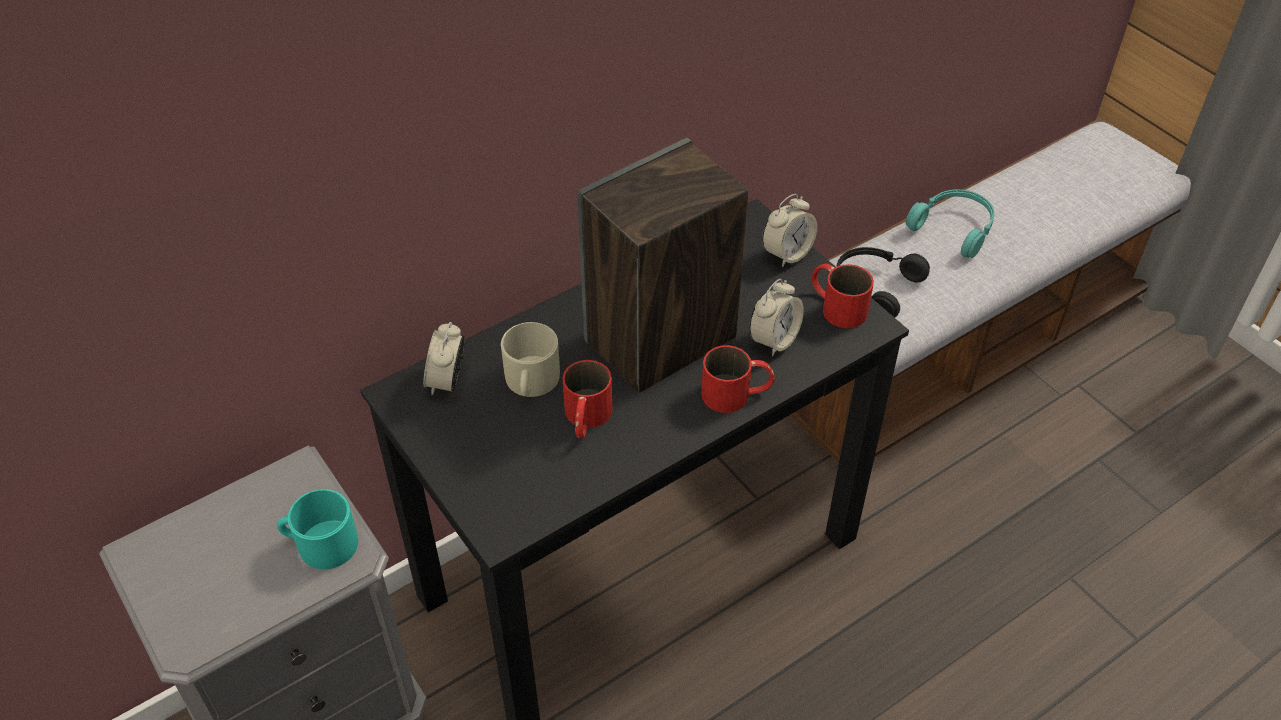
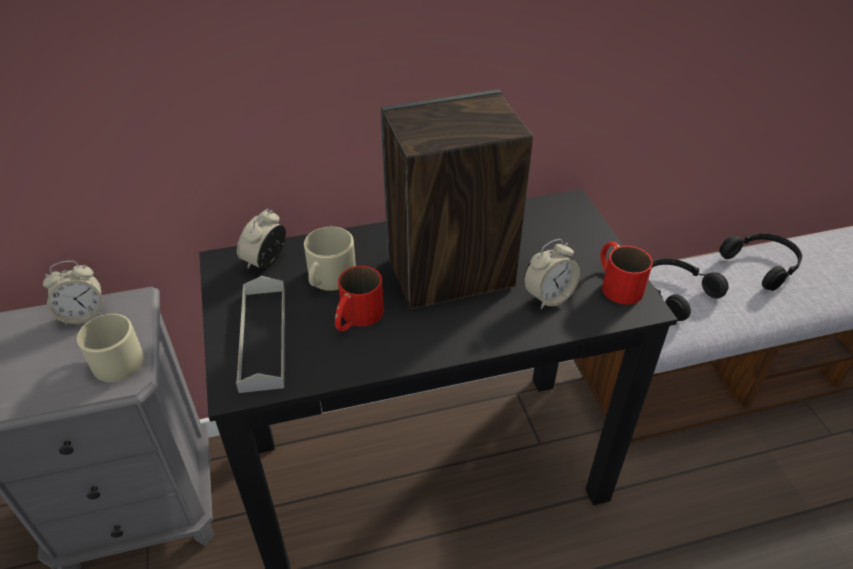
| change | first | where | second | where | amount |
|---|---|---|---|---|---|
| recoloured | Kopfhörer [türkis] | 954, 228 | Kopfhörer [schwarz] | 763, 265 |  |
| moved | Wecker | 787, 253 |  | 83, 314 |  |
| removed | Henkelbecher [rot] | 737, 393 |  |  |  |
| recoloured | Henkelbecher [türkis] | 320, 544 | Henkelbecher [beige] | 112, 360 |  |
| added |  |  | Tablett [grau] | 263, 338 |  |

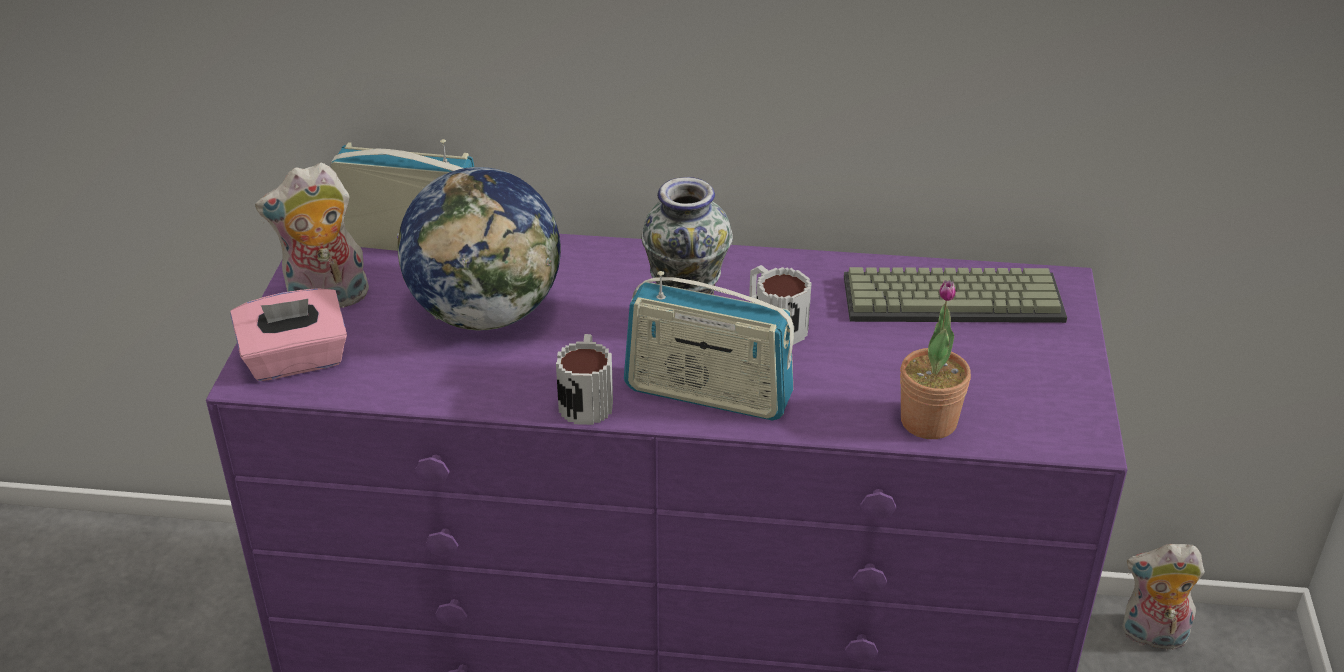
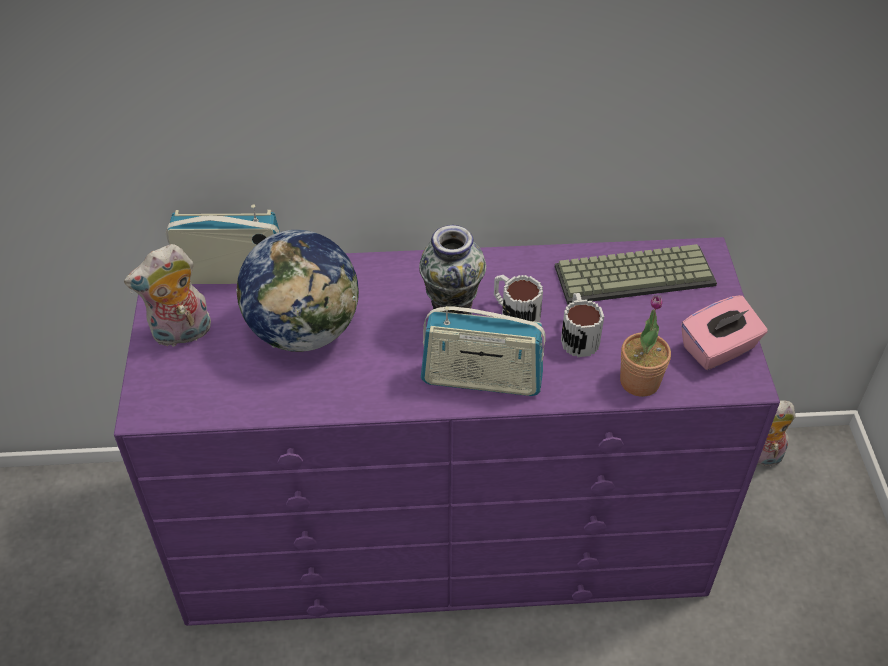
| change | first | where | second | where | amount |
|---|---|---|---|---|---|
| moved | Taschentuchbox [rosa] | 296, 360 |  | 718, 349 |  |
| moved | Henkelbecher | 587, 398 |  | 578, 336 |  |

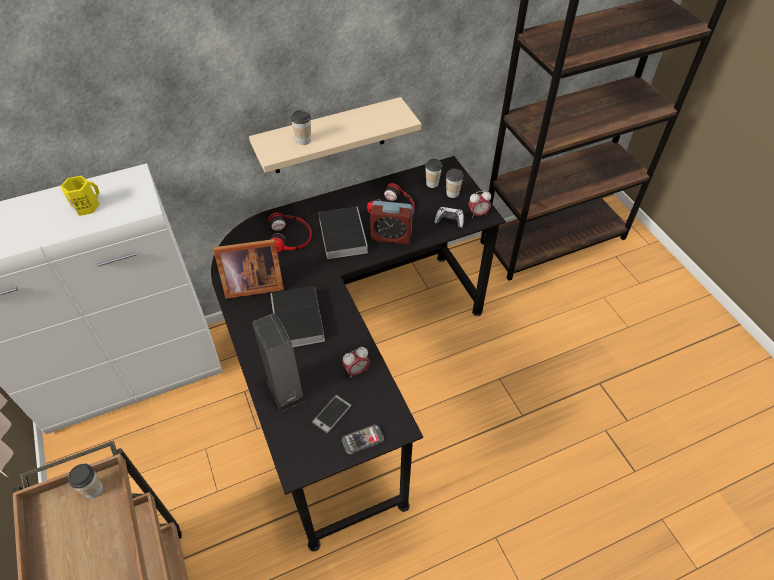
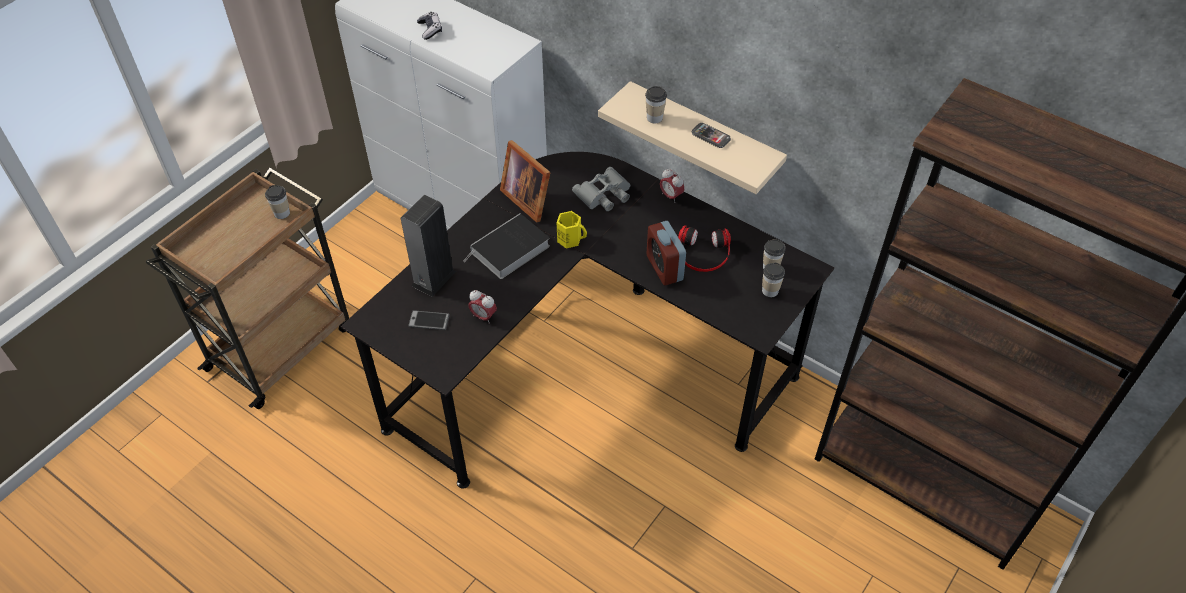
| change | first | where | second | where | amount |
|---|---|---|---|---|---|
| moved | Henkelbecher [gelb] | 86, 205 |  | 570, 239 |  |
| moved | Wecker | 478, 214 |  | 671, 196 |  |
| removed | Buch | 342, 234 |  |  |  |
| moved | Gamepad | 449, 221 |  | 430, 30 |  |
| replaced | Kopfhörer | 290, 236 | Fernglas [grau] | 604, 194 |  |
| moved | Handy | 362, 440 |  | 710, 136 |  |

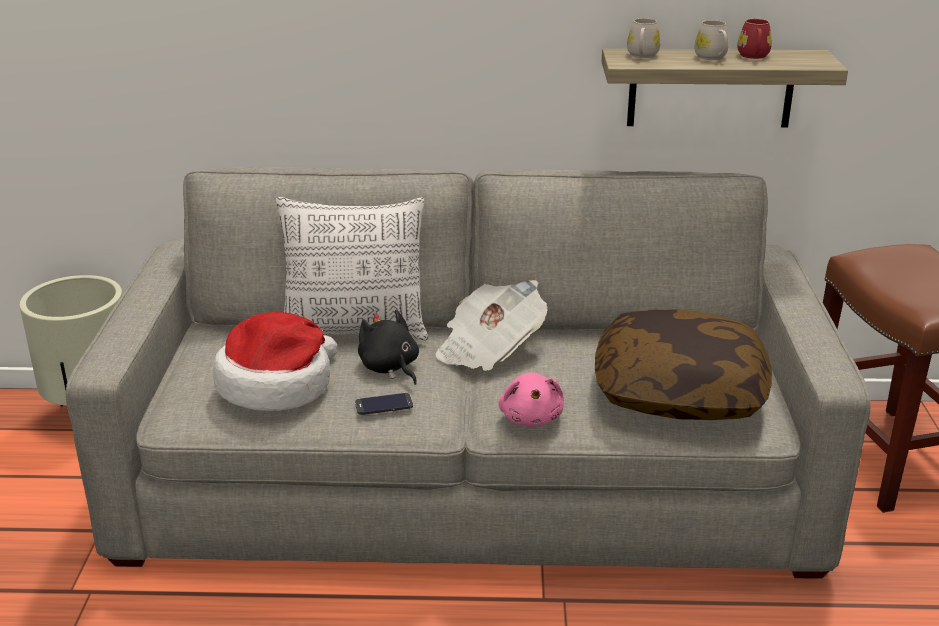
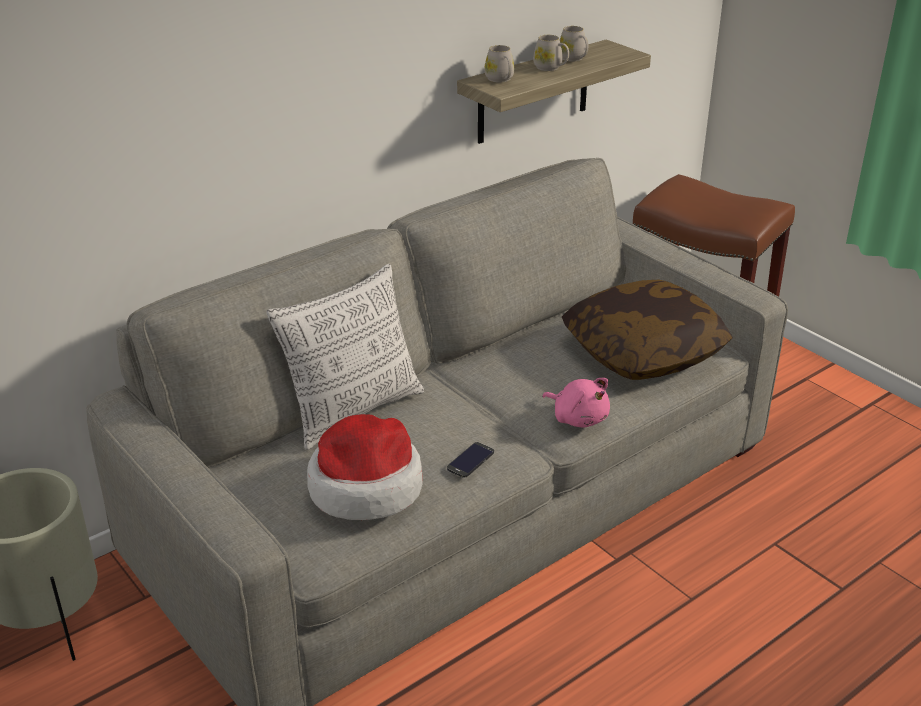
| change | first | where | second | where | amount |
|---|---|---|---|---|---|
| recoloured | Henkelbecher [rot] | 753, 56 | Henkelbecher [weiß] | 574, 59 |  |
| removed | Zeitung | 489, 348 |  |  |  |
| removed | Plüschtier [schwarz] | 390, 368 |  |  |  |

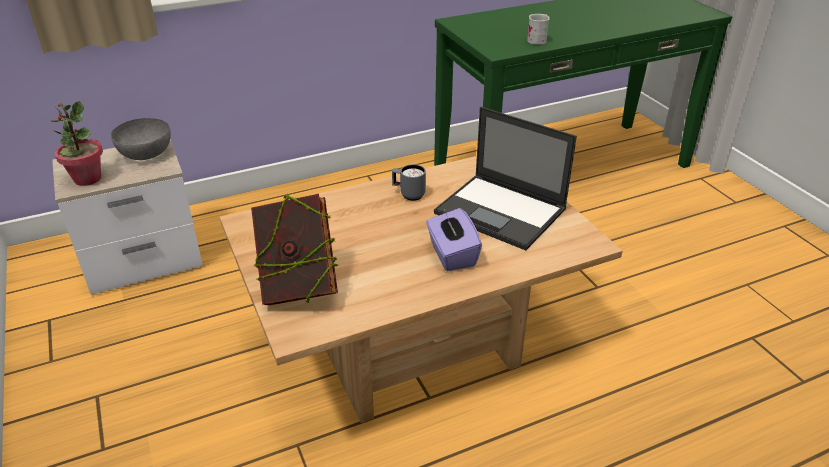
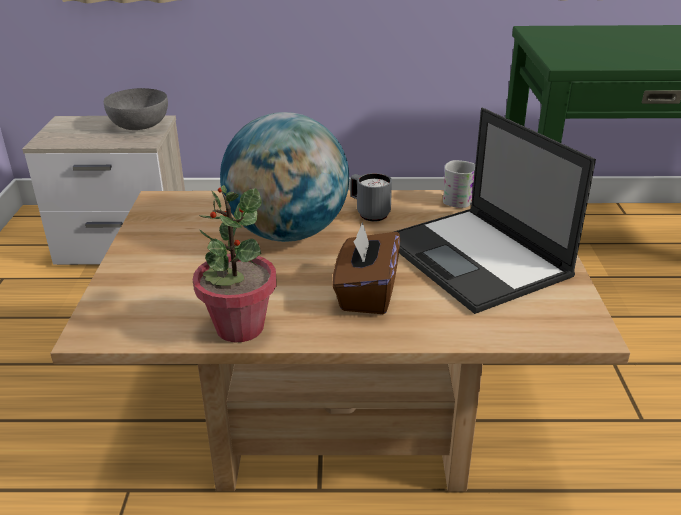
| change | first | where | second | where | amount |
|---|---|---|---|---|---|
| moved | Henkelbecher [weiß] | 536, 39 |  | 459, 199 |  |
| moved | Topfpflanze | 87, 179 |  | 239, 327 |  |
| removed | Buch | 299, 287 |  |  |  |
| recoloured | Taschentuchbox [lila] | 451, 254 | Taschentuchbox [braun] | 366, 293 |  |
| added |  |  | Globus | 287, 233 |  |

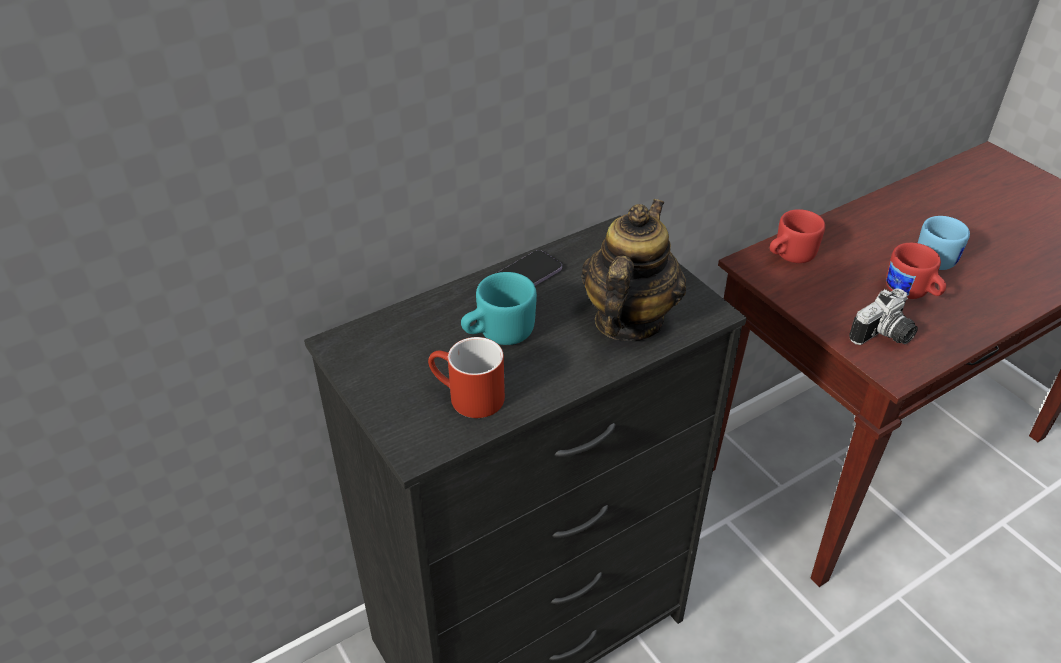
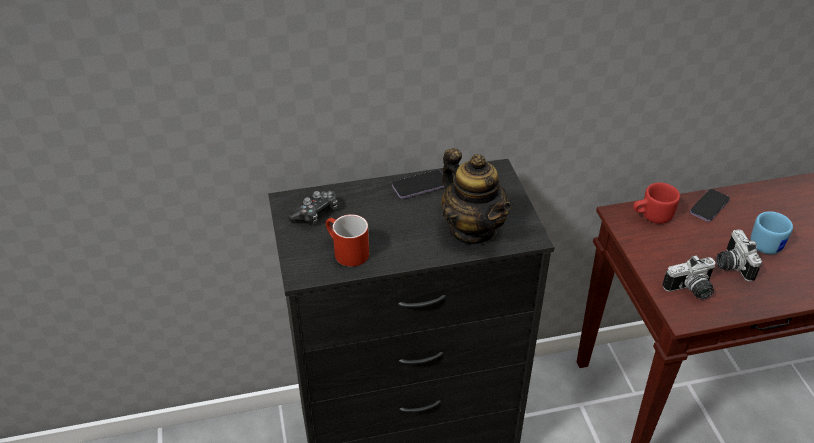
| change | first | where | second | where | amount |
|---|---|---|---|---|---|
| turned | Teekanne | 628, 320 |  | 472, 229 | 105 degrees clockwise |
| replaced | Henkelbecher [rot] | 911, 293 | Kamera | 731, 265 |  |
| removed | Henkelbecher [türkis] | 498, 334 |  |  |  |
| added |  |  | Handy | 709, 206 |  |
| added |  |  | Gamepad | 316, 213 |  |

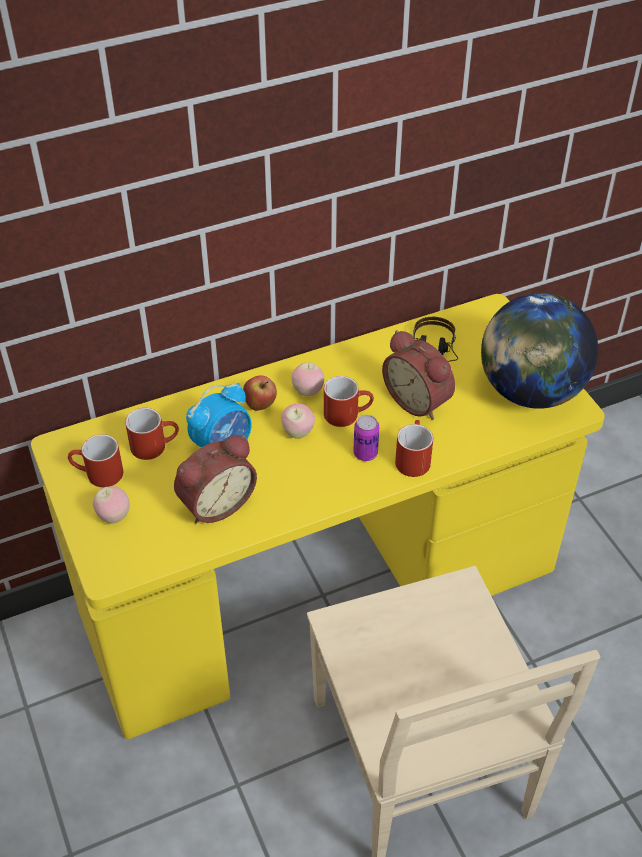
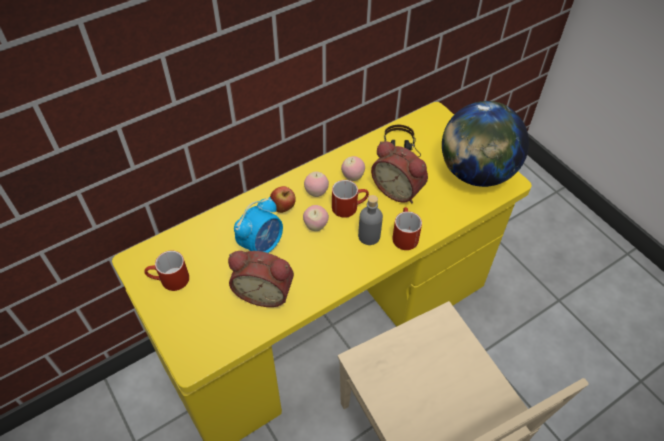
| change | first | where | second | where | amount |
|---|---|---|---|---|---|
| removed | Henkelbecher [rot] | 155, 445 |  |  |  |
| replaced | Dose | 365, 453 | Flasche [grau] | 369, 236 |  |
| turned | Wecker | 215, 502 |  | 265, 291 | 60 degrees clockwise |
| moved | Apfel | 114, 516 |  | 352, 177 |  |

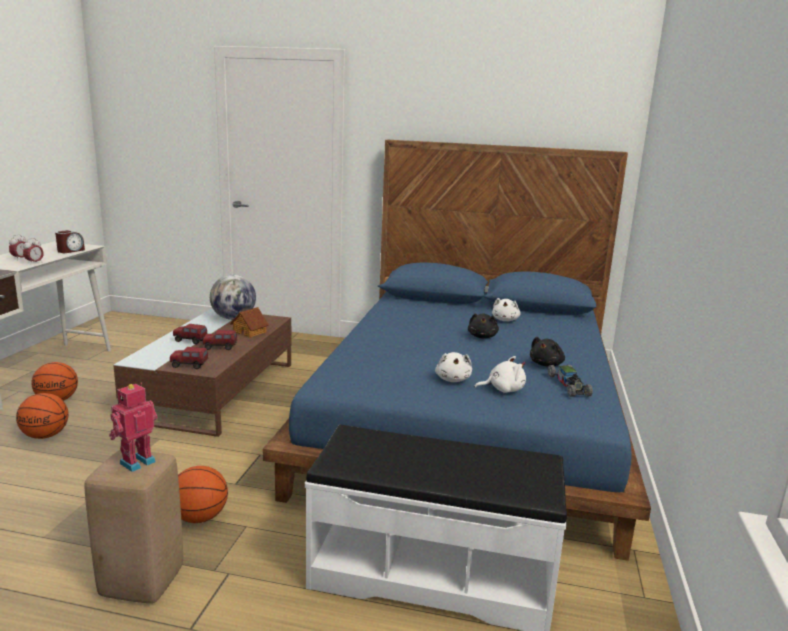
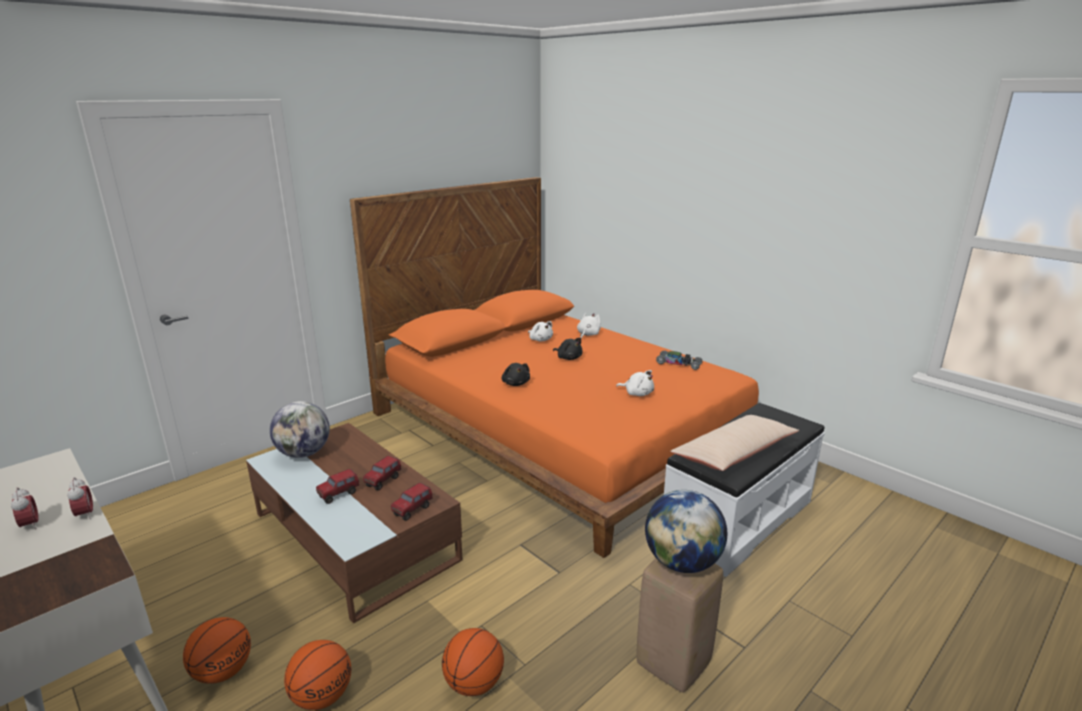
| change | first | where | second | where | amount |
|---|---|---|---|---|---|
| recoloured | Bett [blau] | 469, 420 | Bett [orange] | 561, 429 |  |
| removed | Wecker | 70, 251 |  |  |  |
| removed | Spielzeughaus | 250, 332 |  |  |  |
| moved | Plüschtier [schwarz] | 546, 364 |  | 515, 383 |  |
| moved | Plüschtier [weiß] | 503, 389 |  | 588, 334 |  |
| replaced | Spielzeugroboter | 136, 461 | Globus | 682, 562 |  |
| moved | Basketball | 199, 518 |  | 474, 684 |  |
| added |  |  | Kissen [beige] | 734, 453 |  |

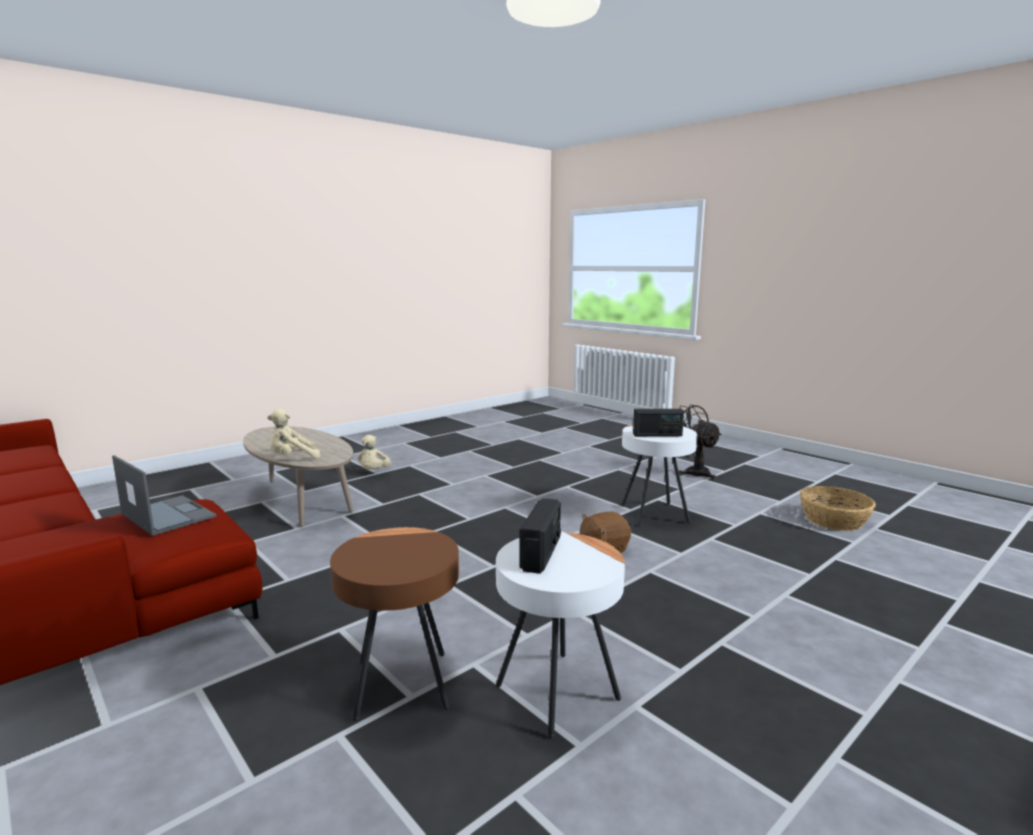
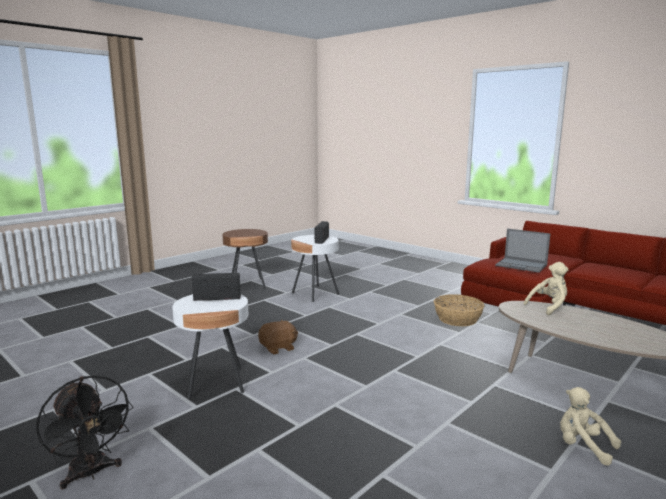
| change | first | where | second | where | amount |
|---|---|---|---|---|---|
| turned | Plüschtier [beige] | 374, 472 |  | 582, 446 | 45 degrees counterclockwise |
| moved | Korb | 834, 520 |  | 457, 319 |  |
| moved | Beistelltisch [braun] | 402, 685 |  | 247, 284 |  |

